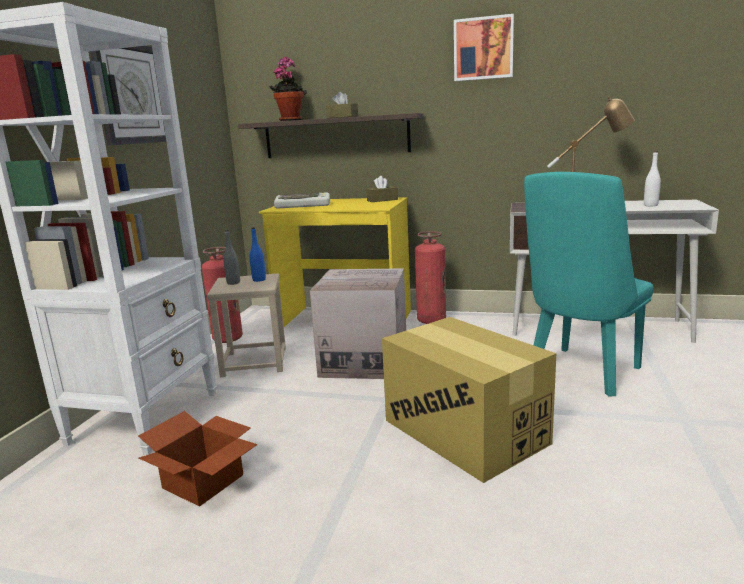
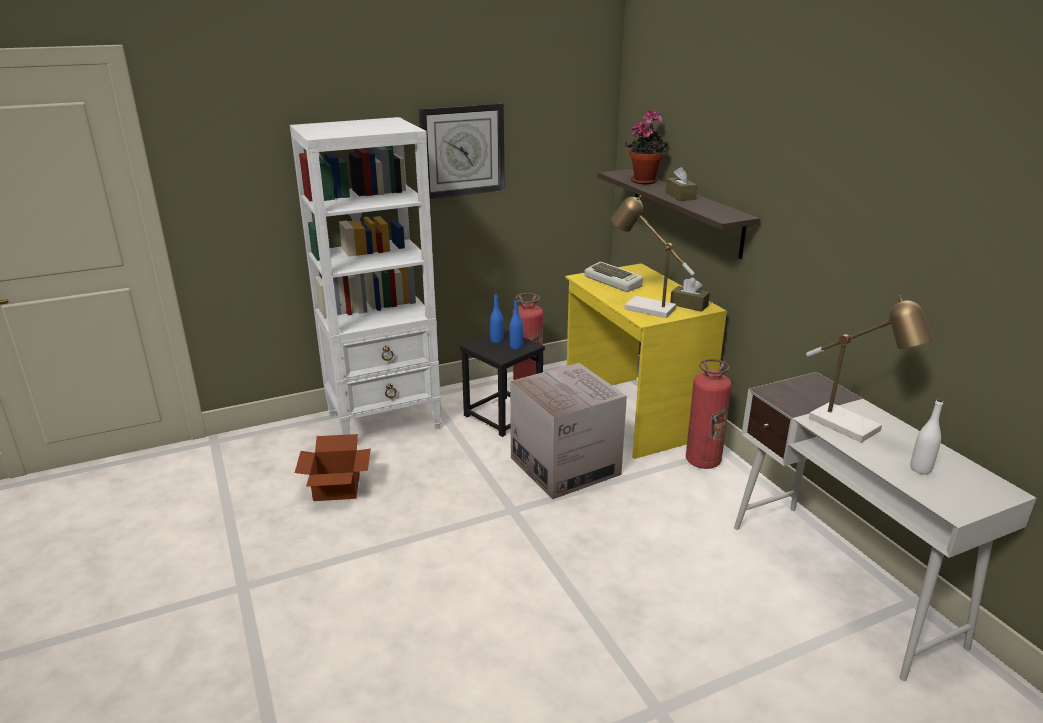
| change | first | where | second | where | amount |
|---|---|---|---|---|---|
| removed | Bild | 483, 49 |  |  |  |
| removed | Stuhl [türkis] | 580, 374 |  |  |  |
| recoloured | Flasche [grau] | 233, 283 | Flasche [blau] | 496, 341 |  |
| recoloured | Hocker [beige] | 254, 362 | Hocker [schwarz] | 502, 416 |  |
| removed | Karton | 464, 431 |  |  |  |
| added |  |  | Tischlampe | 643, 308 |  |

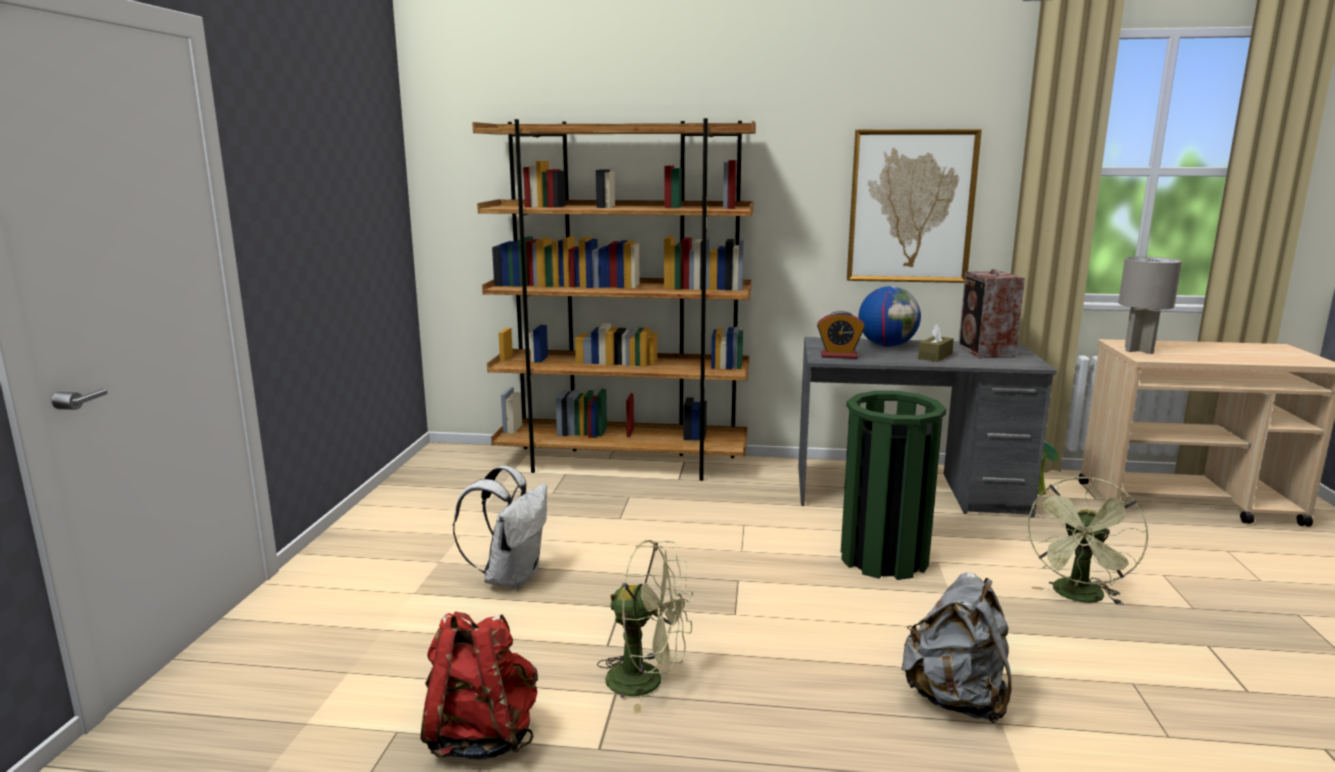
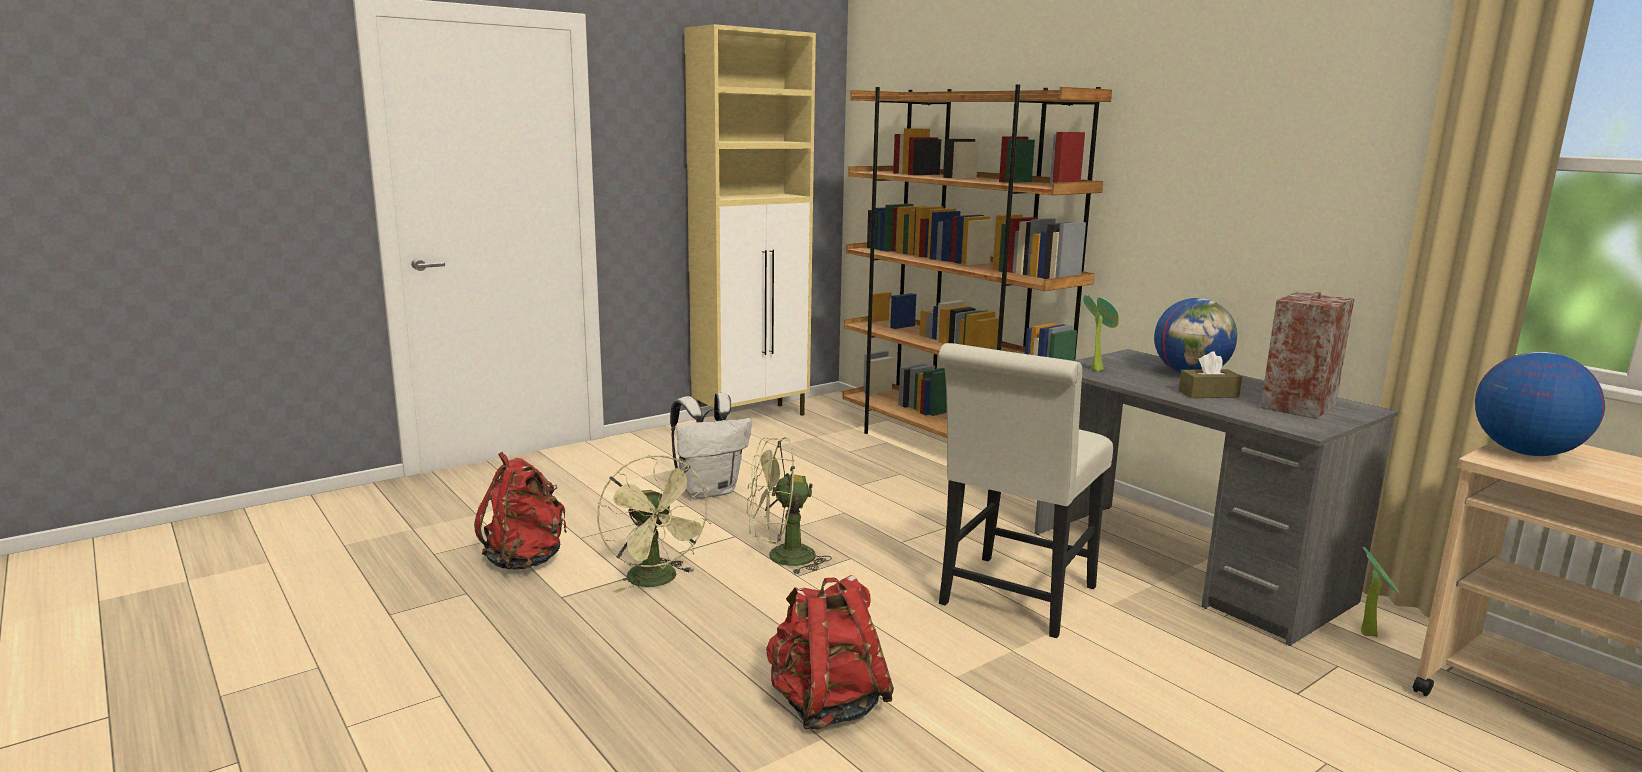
| change | first | where | second | where | amount |
|---|---|---|---|---|---|
| removed | Bild | 911, 207 |  |  |  |
| replaced | Tischlampe [grau] | 1138, 350 | Globus | 1525, 452 |  |
| replaced | Wecker | 839, 356 | Topfpflanze | 1096, 369 |  |
| replaced | Mülleimer [grün] | 883, 559 | Stuhl [weiß] | 1013, 600 |  |
| moved | Ventilator [grün] | 1079, 597 |  | 781, 558 |  |
| recoloured | Rucksack [grau] | 956, 699 | Rucksack [rot] | 826, 706 |  |
| added |  |  | Schrank [beige] | 752, 418 |  |

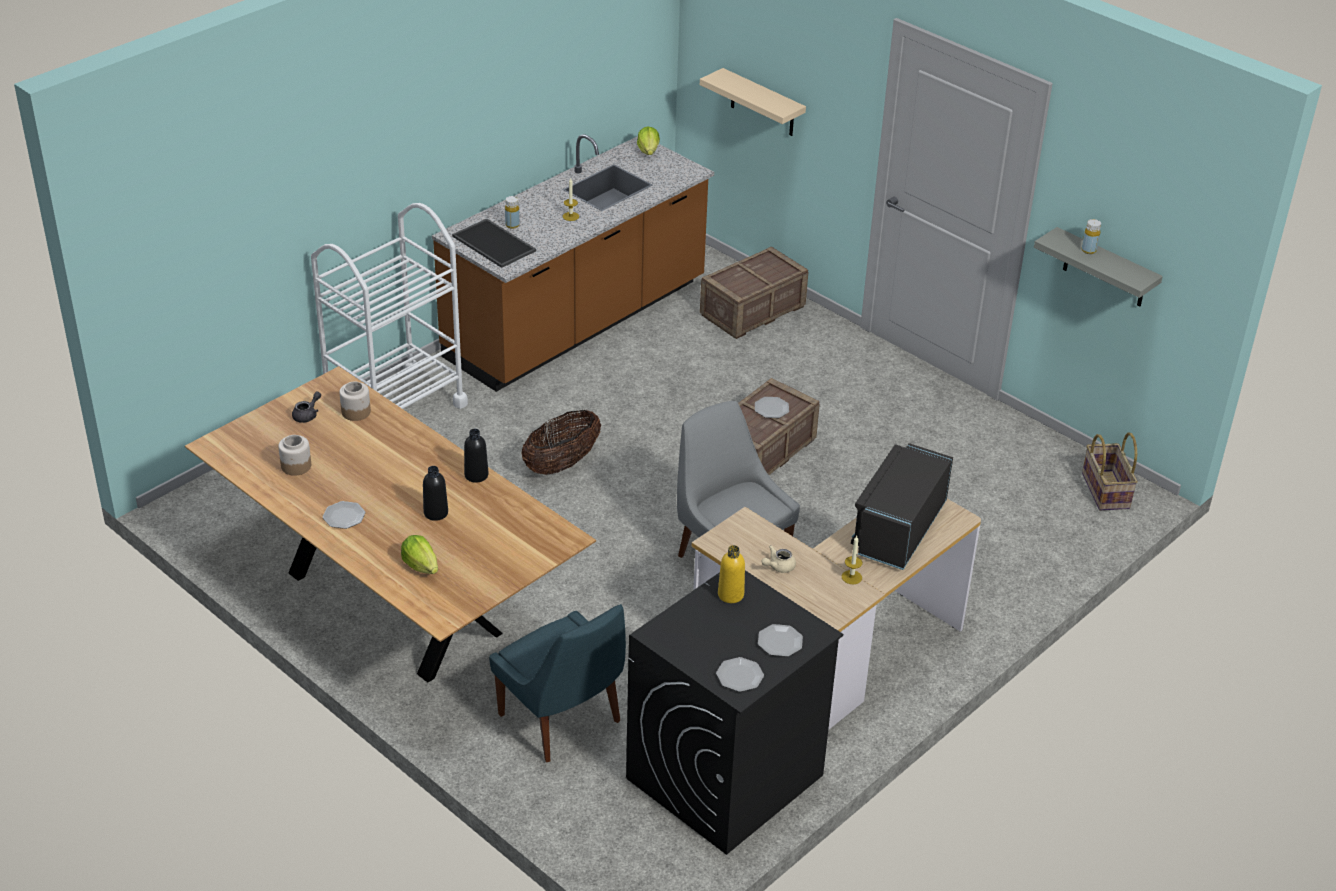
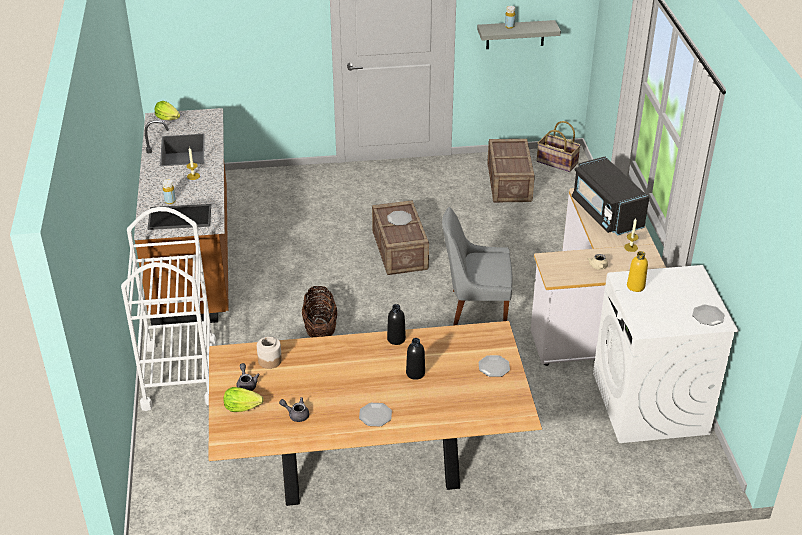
| change | first | where | second | where | amount |
|---|---|---|---|---|---|
| removed | Wandregal [beige] | 762, 103 |  |  |  |
| moved | Kiste | 752, 311 |  | 509, 183 |  |
| replaced | Vorratsglas | 295, 466 | Teekanne [grau] | 296, 414 |  |
| moved | Salatkopf | 421, 566 |  | 242, 407 |  |
| recoloured | Waschmaschine [schwarz] | 724, 777 | Waschmaschine [weiß] | 650, 404 |  |
| removed | Stuhl [blau] | 562, 721 |  |  |  |
| moved | Teller | 780, 642 |  | 494, 367 |  |

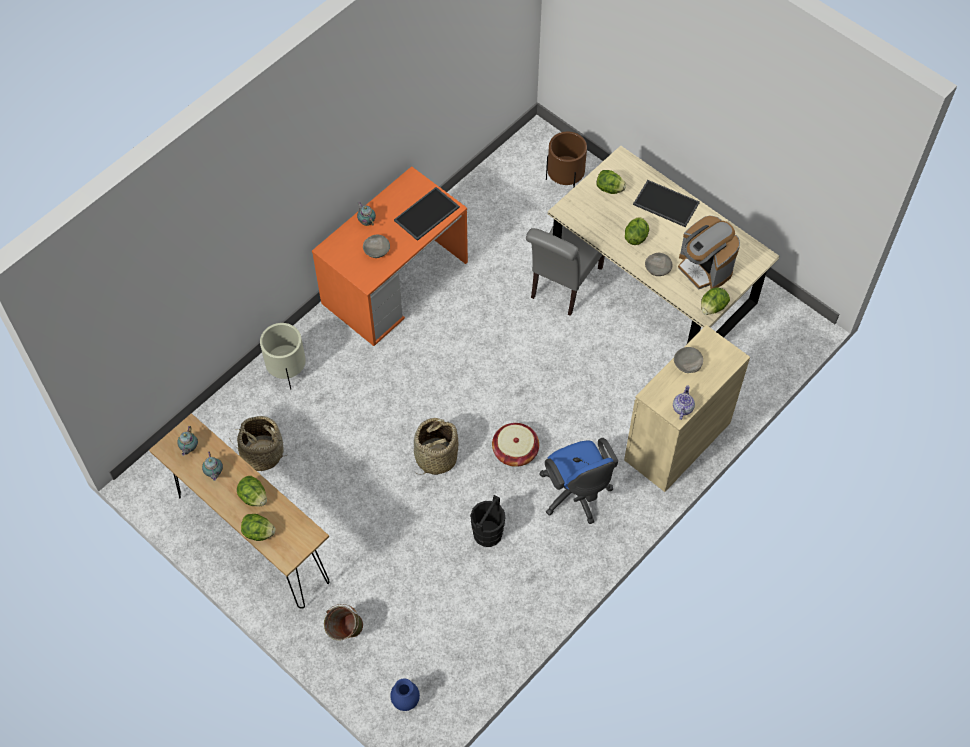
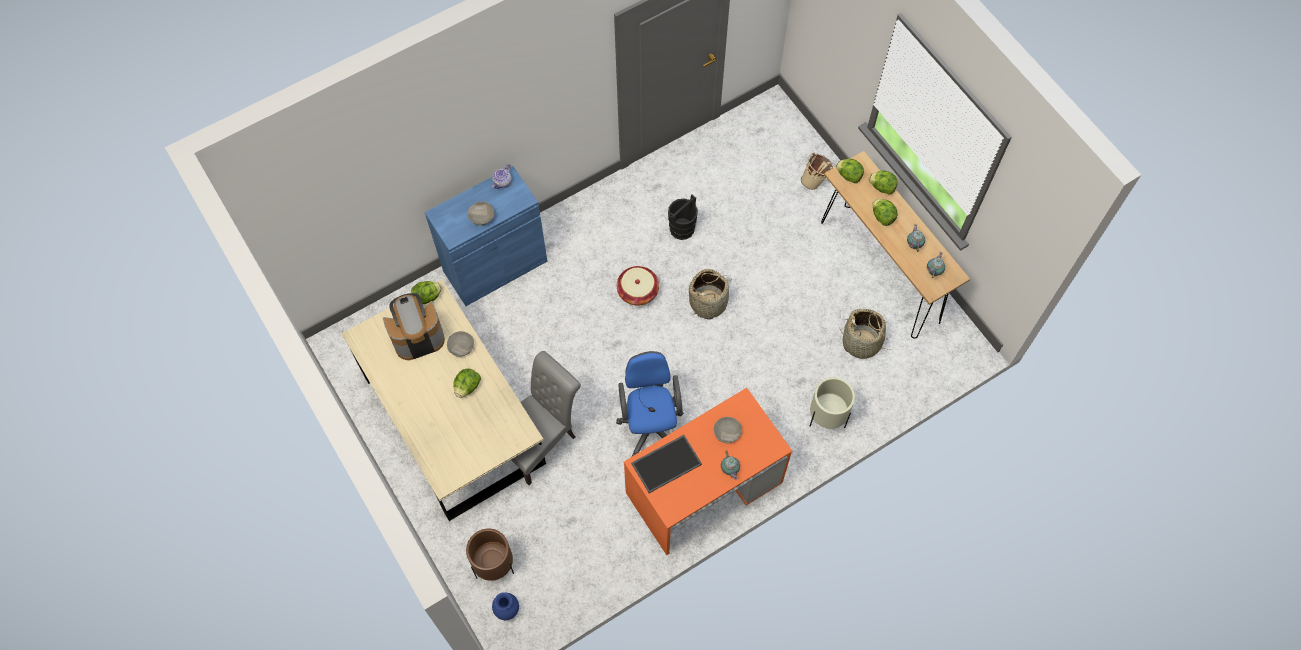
| change | first | where | second | where | amount |
|---|---|---|---|---|---|
| moved | Salatkopf | 609, 189 |  | 848, 175 |  |
| removed | Tablett | 665, 204 |  |  |  |
| turned | Kaffeemaschine | 704, 268 |  | 417, 337 | 90 degrees counterclockwise |
| recoloured | Schrank [beige] | 677, 441 | Schrank [blau] | 495, 266 |  |
| moved | Bürostuhl [blau] | 576, 495 |  | 650, 424 |  |
| recoloured | Eimer [grün] | 345, 633 | Eimer [beige] | 815, 181 |  |
| moved | Vase [blau] | 406, 701 |  | 506, 610 |  |

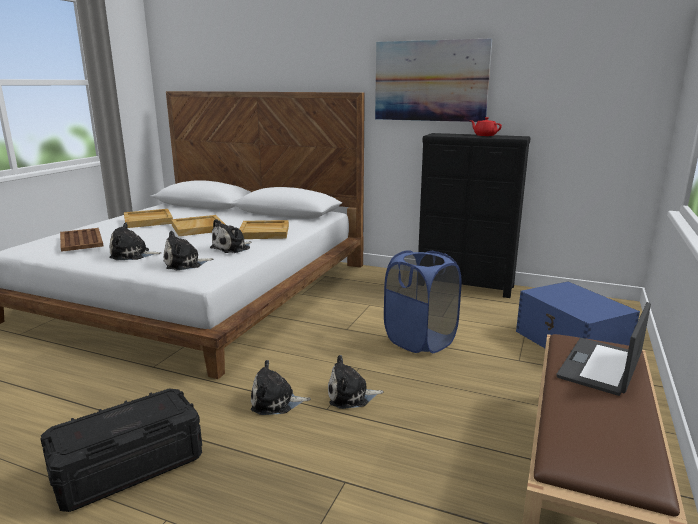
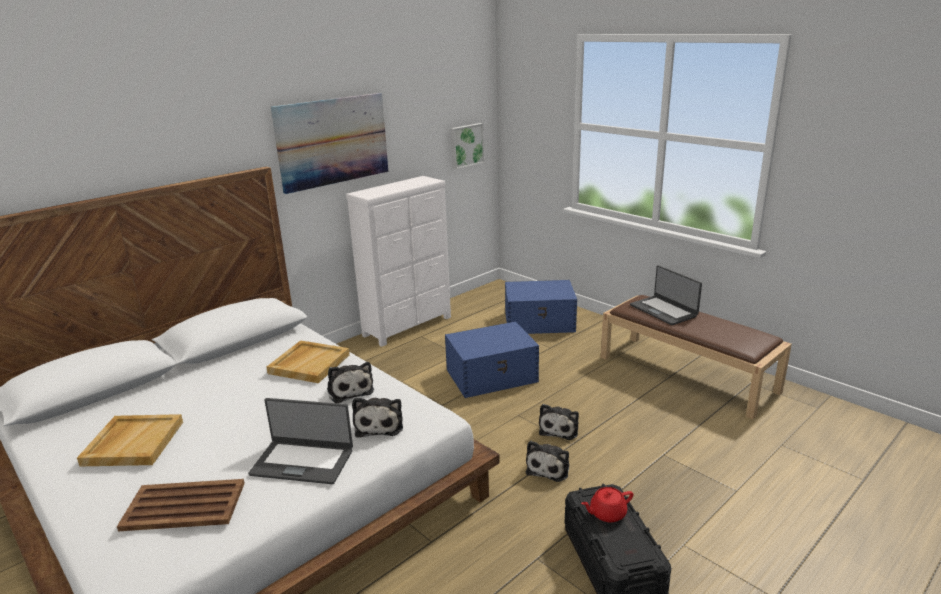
| change | first | where | second | where | amount |
|---|---|---|---|---|---|
| moved | Teekanne [rot] | 484, 135 |  | 607, 513 |  |
| recoloured | Kommode [schwarz] | 465, 286 | Kommode [weiß] | 408, 326 |  |
| removed | Tablett [beige] | 199, 228 |  |  |  |
| replaced | Plüschtier | 132, 255 | Laptop | 303, 461 |  |
| replaced | Wäschekorb [blau] | 420, 340 | Aufbewahrungsbox [blau] | 492, 376 |  |
| added |  |  | Bild | 466, 145 |  |

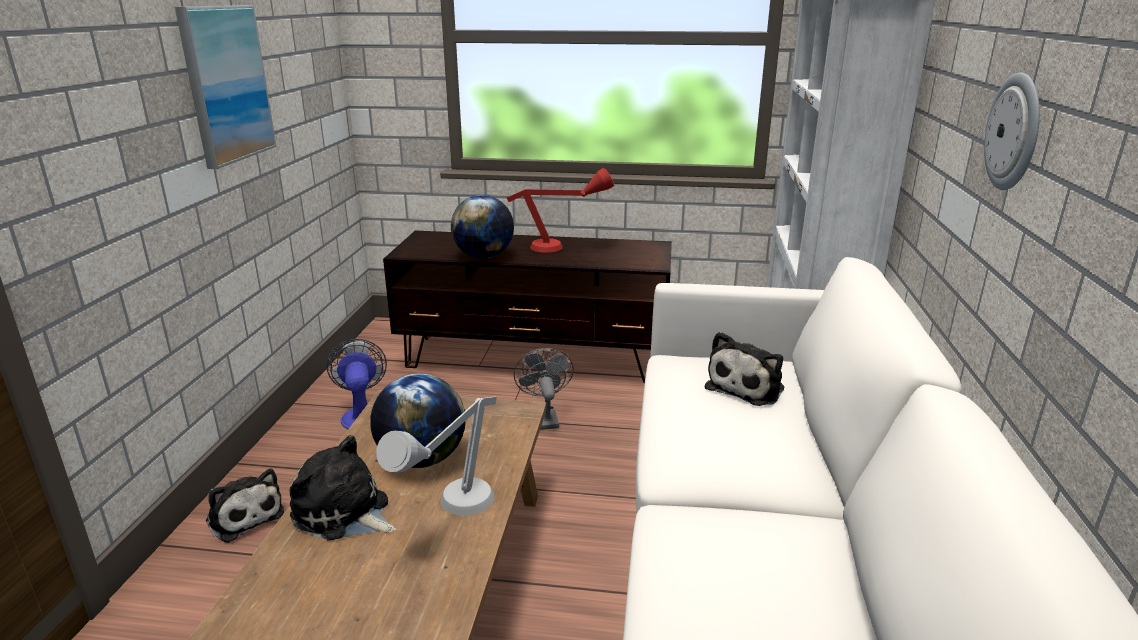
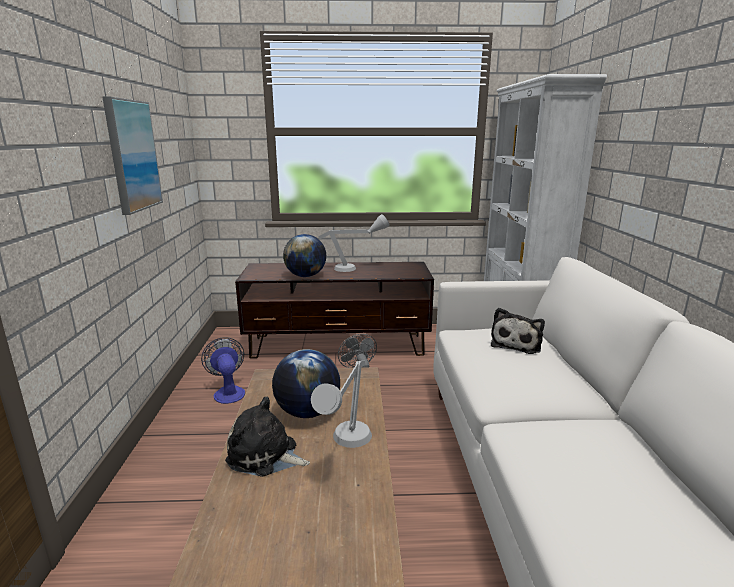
| change | first | where | second | where | amount |
|---|---|---|---|---|---|
| removed | Wanduhr | 1014, 132 |  |  |  |
| recoloured | Tischlampe [rot] | 563, 247 | Tischlampe [grau] | 356, 268 |  |
| removed | Plüschtier | 244, 516 |  |  |  |

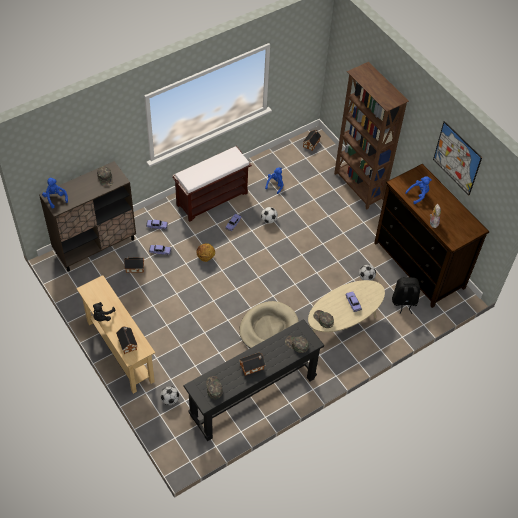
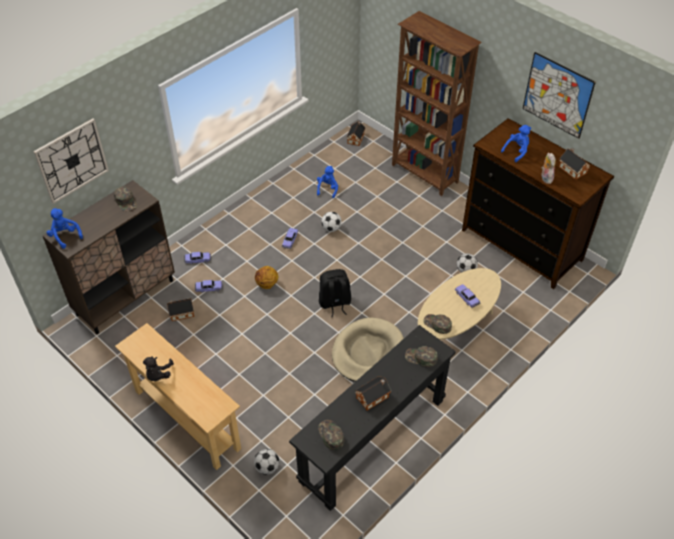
| change | first | where | second | where | amount |
|---|---|---|---|---|---|
| removed | Bank [braun] | 212, 198 |  |  |  |
| moved | Rucksack [schwarz] | 404, 302 |  | 334, 303 |  |
| moved | Spielzeughaus | 127, 342 |  | 572, 169 |  |
| added |  |  | Wanduhr | 72, 160 |  |

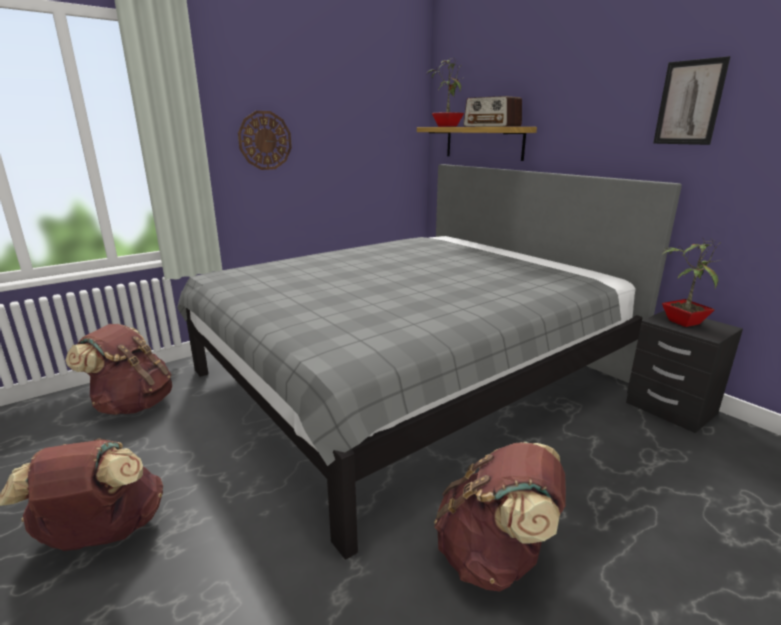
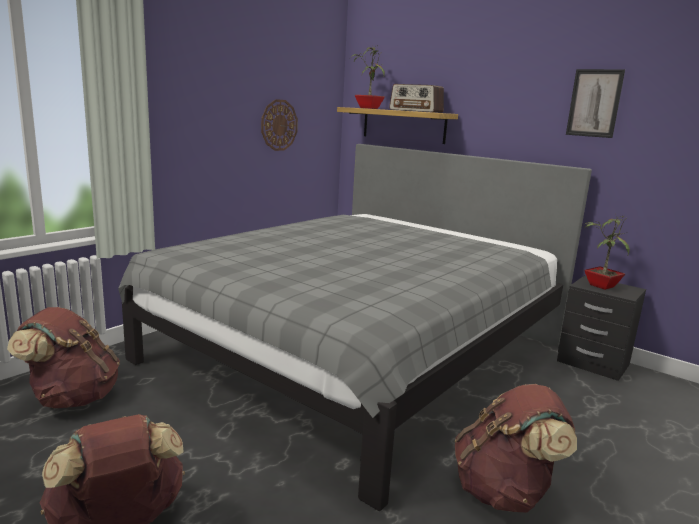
| change | first | where | second | where | amount |
|---|---|---|---|---|---|
| moved | Wanduhr | 265, 140 |  | 279, 125 |  |

